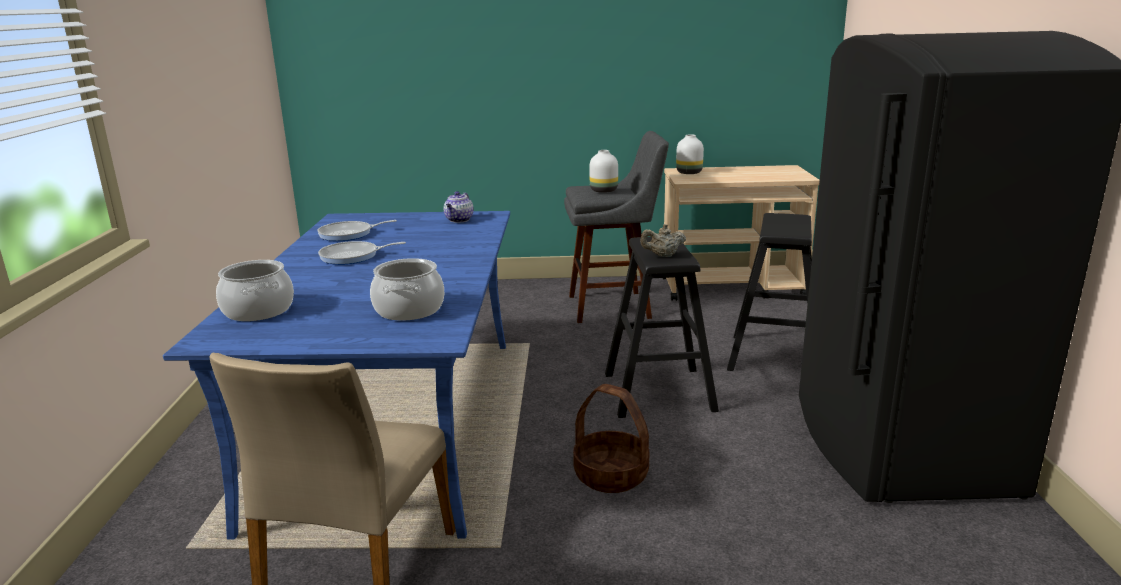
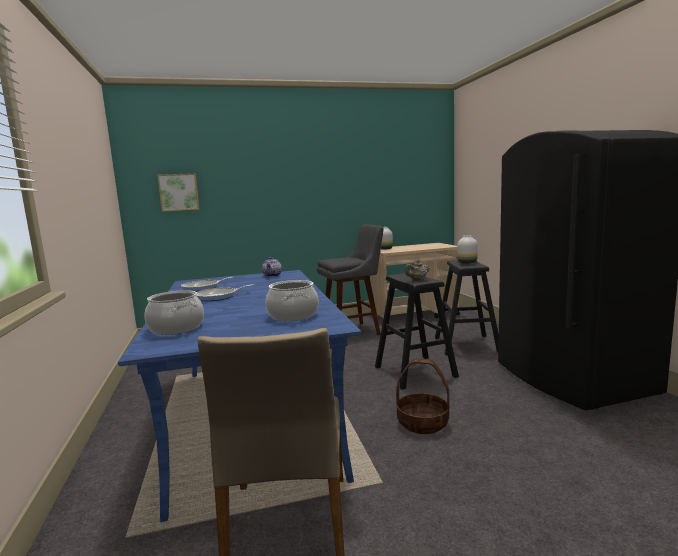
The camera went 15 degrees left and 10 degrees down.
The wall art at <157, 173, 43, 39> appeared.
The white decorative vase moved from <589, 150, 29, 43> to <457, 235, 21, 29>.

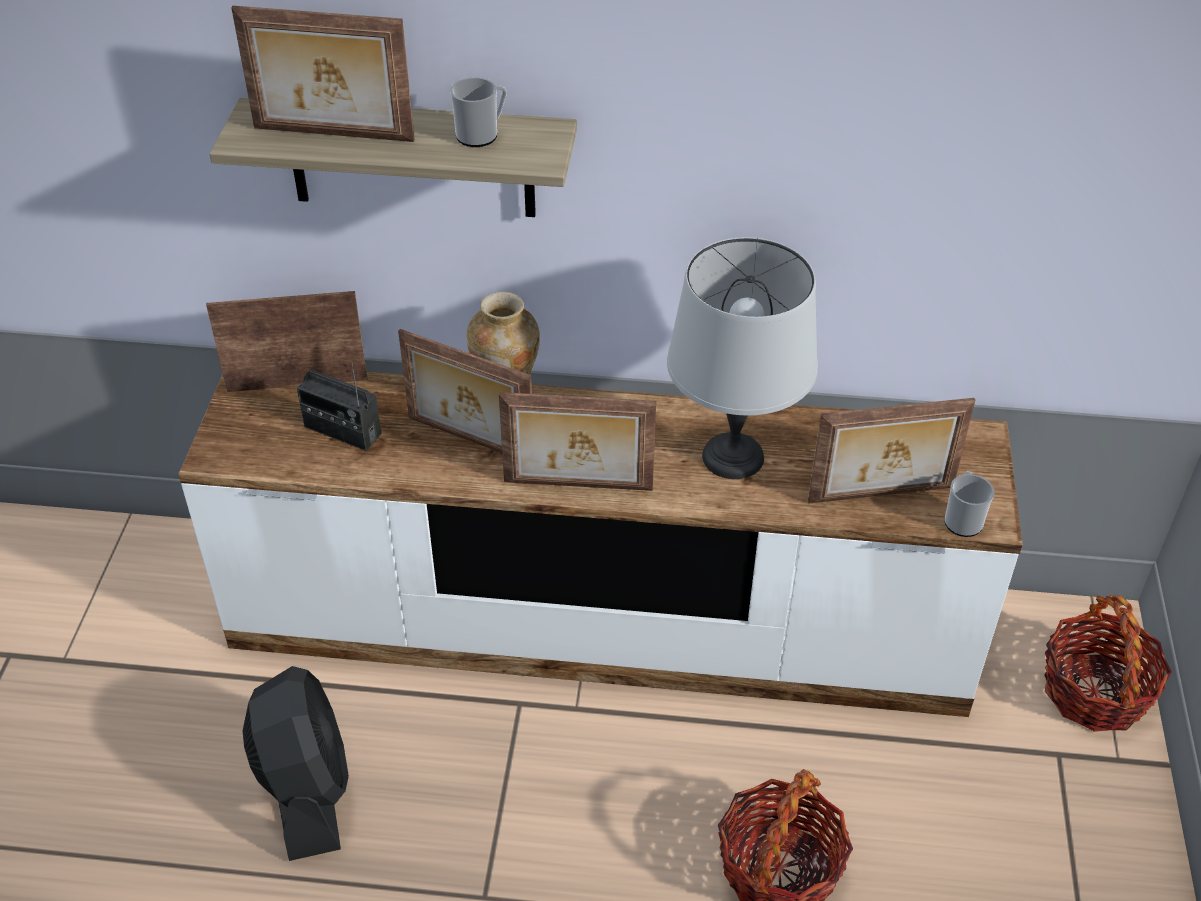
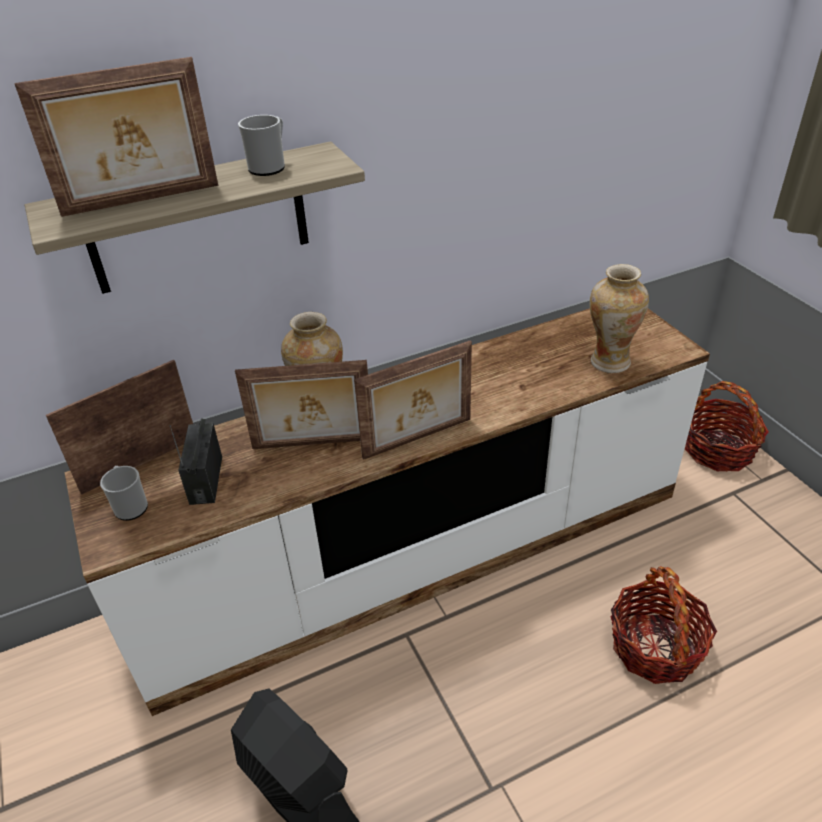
The camera went 30 degrees left and 5 degrees down.
The greyish lamp for a table at <667, 237, 151, 242> disappeared.
The coffee mug moved from <944, 471, 50, 66> to <100, 466, 48, 55>.
The photo frame at <808, 398, 167, 105> was replaced by the decorative vase at <590, 264, 59, 109>.
The radio receiver at <297, 362, 84, 89> turned 90 degrees clockwise.

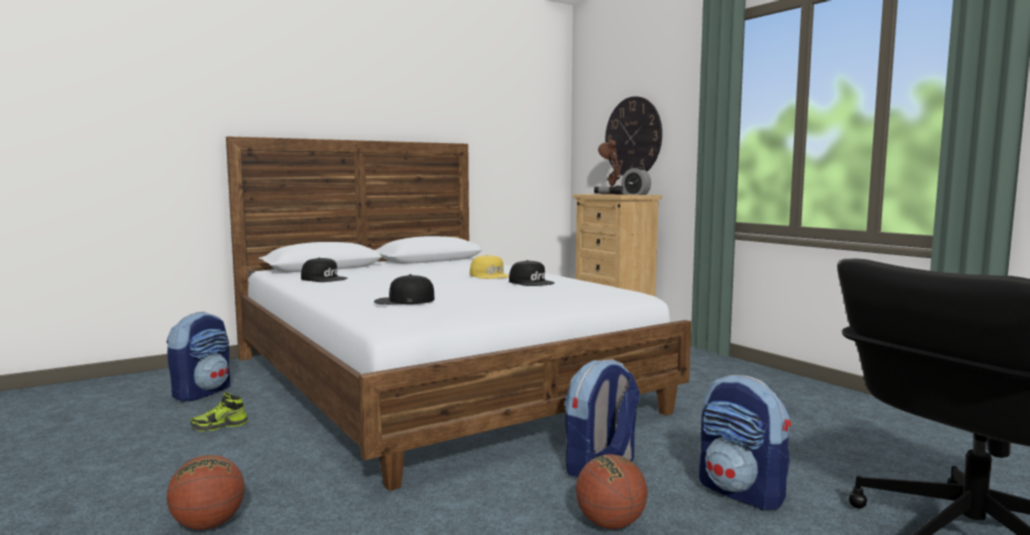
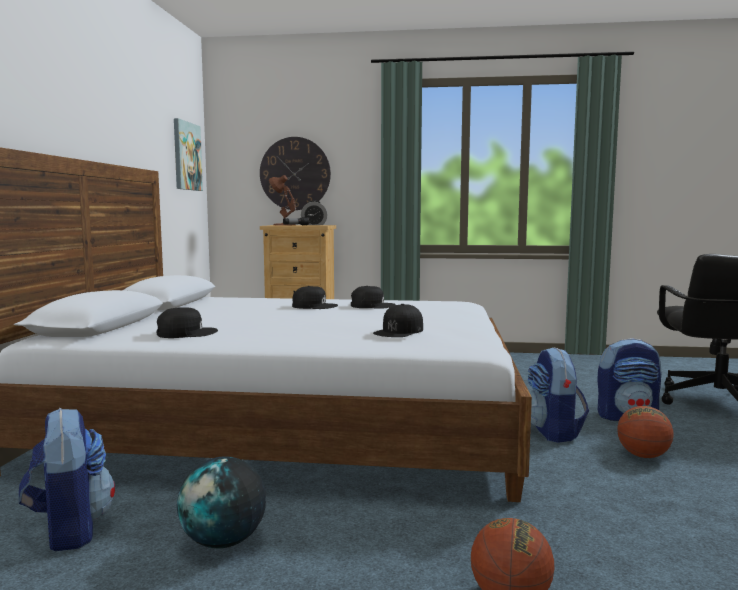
The camera went 50 degrees left and 0 degrees up.
The wall art at <174, 118, 29, 73> appeared.
The low shoe at <190, 393, 58, 38> was replaced by the desk globe at <177, 456, 89, 92>.
The yellow-coloured baseball cap at <470, 255, 39, 24> became the blackish baseball cap at <292, 286, 46, 23>.

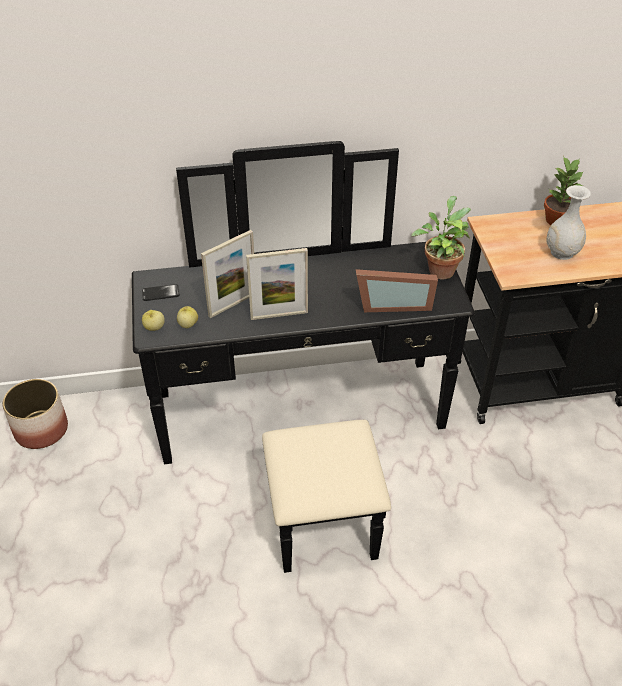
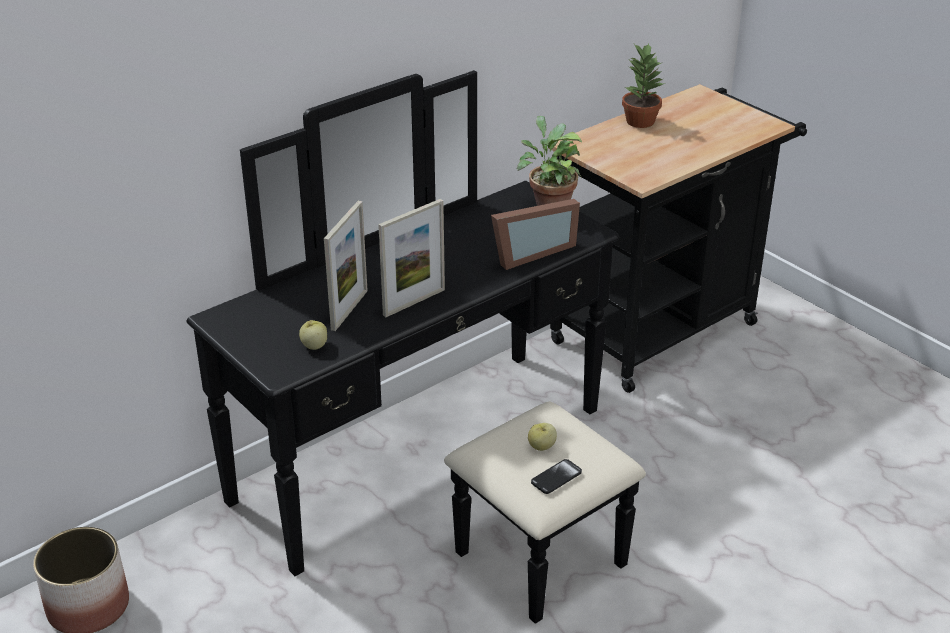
The camera went 30 degrees left and 10 degrees down.
The white decorative vase at <547, 185, 44, 75> disappeared.
The handset moved from <142, 284, 38, 17> to <531, 459, 51, 35>.
The apple fruit moved from <142, 310, 23, 21> to <528, 423, 29, 28>.

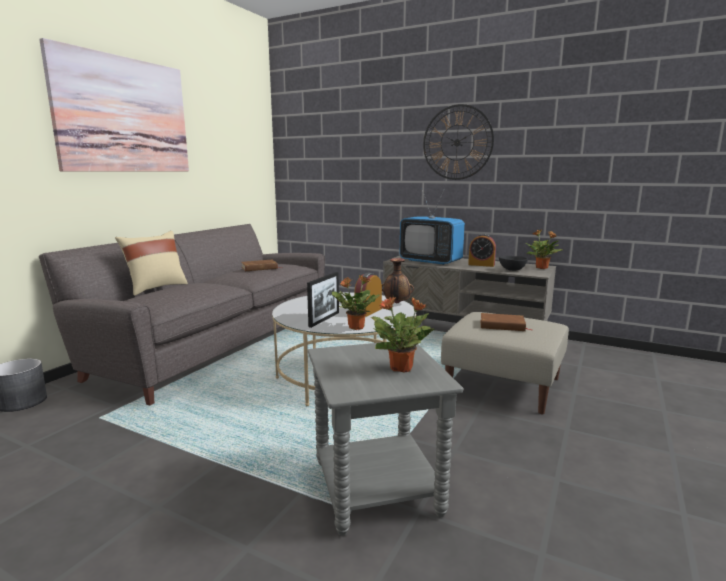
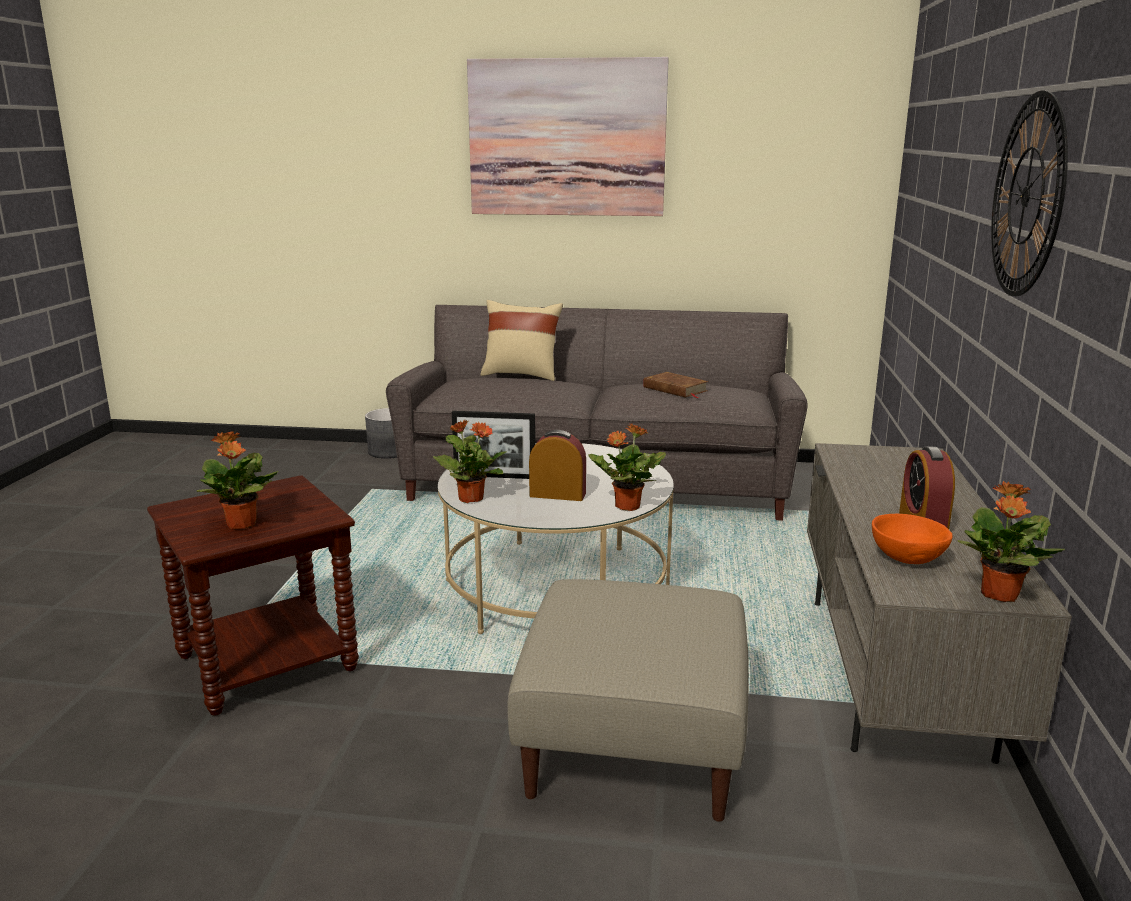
The camera went 70 degrees right and 5 degrees up.
The TV at <400, 188, 65, 77> disappeared.
The brown-coloured book at <480, 313, 52, 18> disappeared.
The decorative vase at <382, 258, 32, 45> was replaced by the potted plant at <588, 424, 78, 87>.
The greyish side table at <308, 342, 155, 194> became the brown-coloured side table at <147, 475, 212, 241>.
The blackish deep dish at <499, 256, 29, 15> became the orange deep dish at <872, 514, 81, 50>.

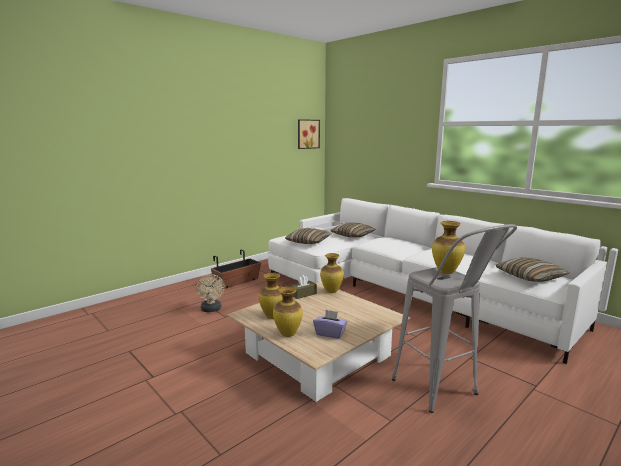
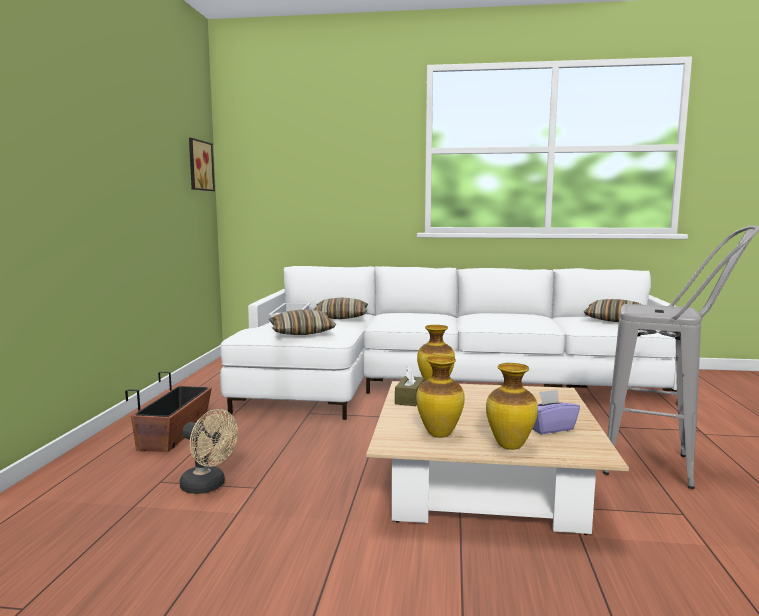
The camera went 40 degrees left and 5 degrees down.
The decorative vase at <432, 221, 33, 53> disappeared.

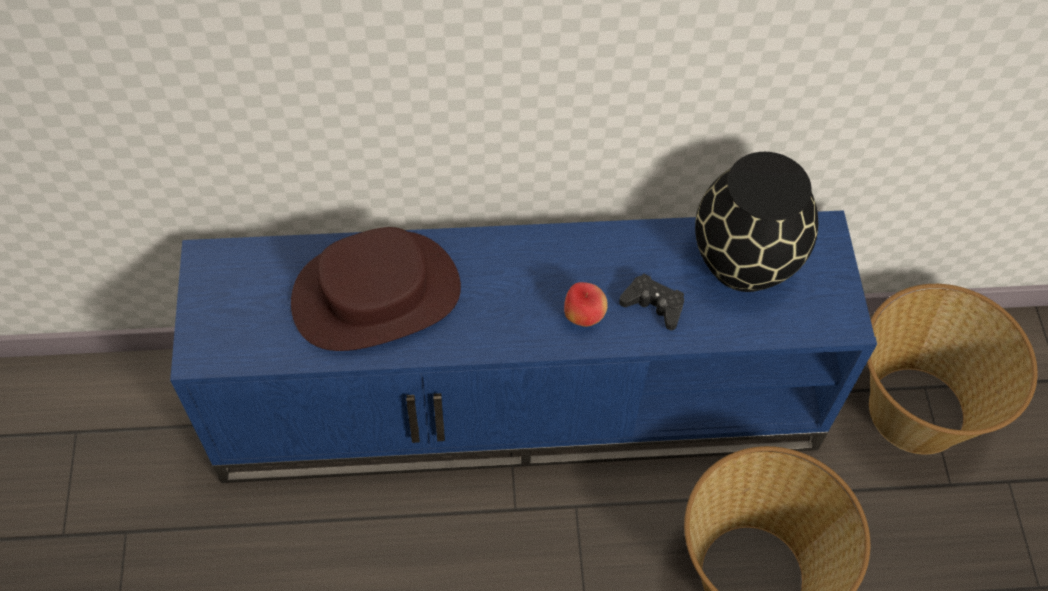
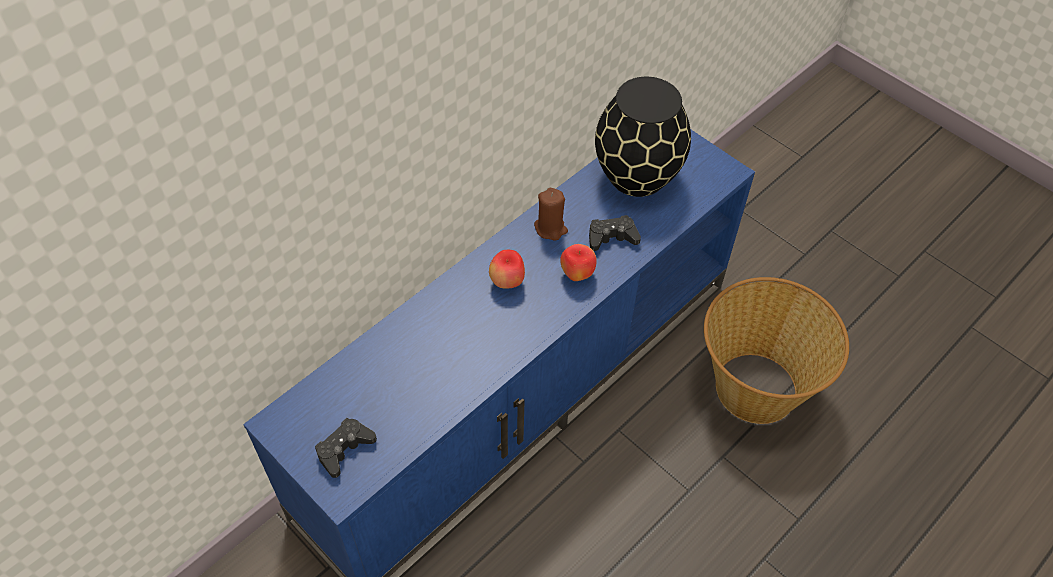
The camera went 40 degrees left and 5 degrees down.
The brown-coloured hat at <291, 227, 170, 124> disappeared.
The household basket at <867, 284, 171, 171> disappeared.
The blackish joypad at <315, 418, 62, 60> appeared.
The apple fruit at <489, 250, 36, 38> appeared.
The brown-coloured candle at <534, 188, 34, 52> appeared.

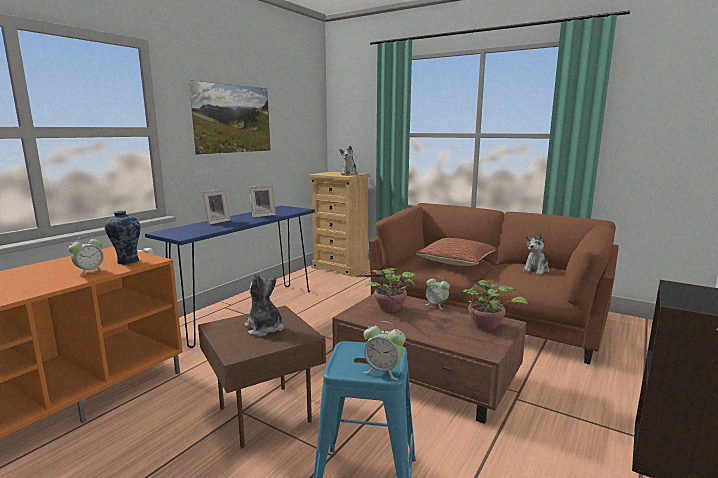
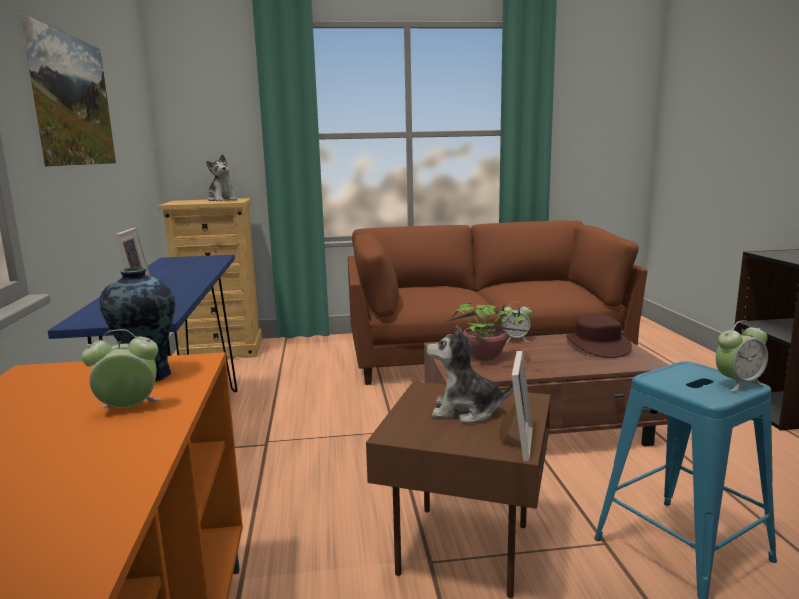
The camera went 40 degrees left and 0 degrees up.
The cushion at <415, 238, 82, 28> disappeared.
The soft toy at <523, 233, 27, 42> disappeared.
The photo frame moved from <249, 185, 27, 32> to <499, 351, 34, 110>.
The potted plant at <434, 278, 94, 52> was replaced by the brown-coloured hat at <566, 313, 66, 45>.
The table clock at <68, 236, 38, 40> turned 105 degrees counterclockwise.

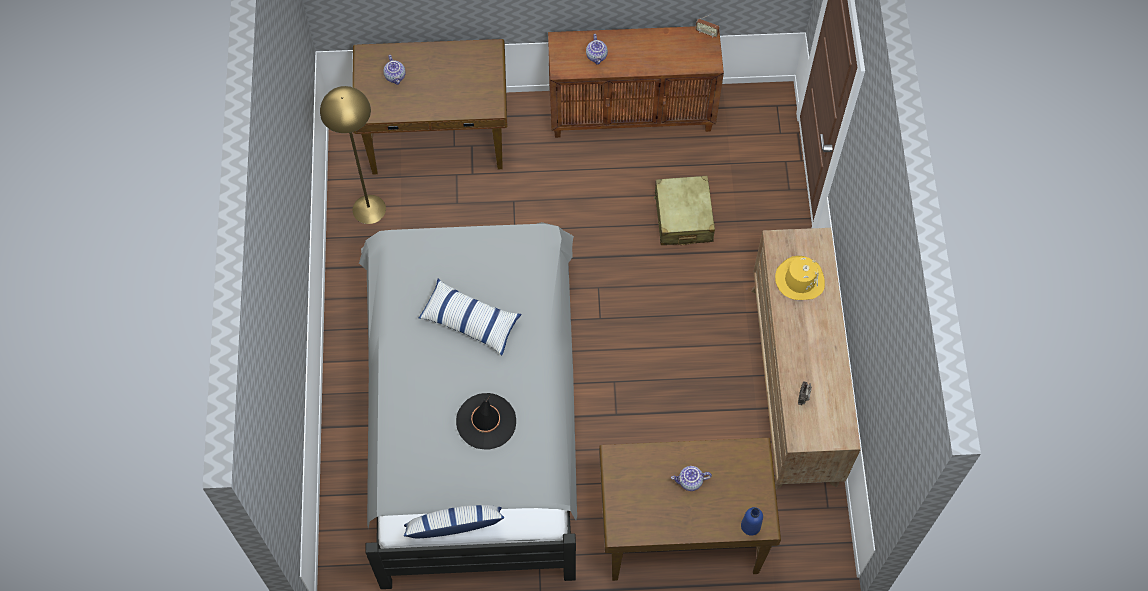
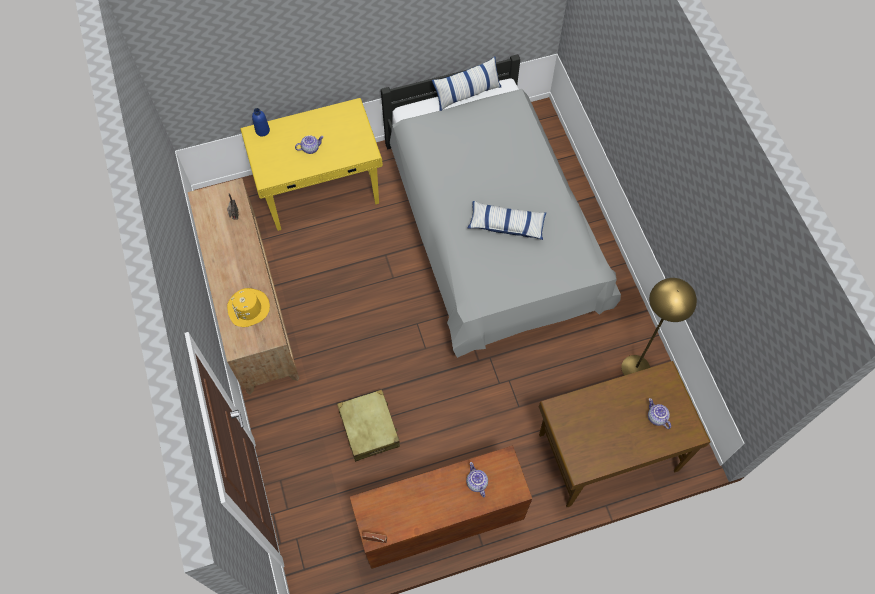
The camera went 165 degrees right and 0 degrees up.
The blackish hat at <456, 393, 60, 57> disappeared.
The brown-coloured desk at <599, 438, 182, 143> became the yellow-coloured desk at <240, 98, 143, 133>.

